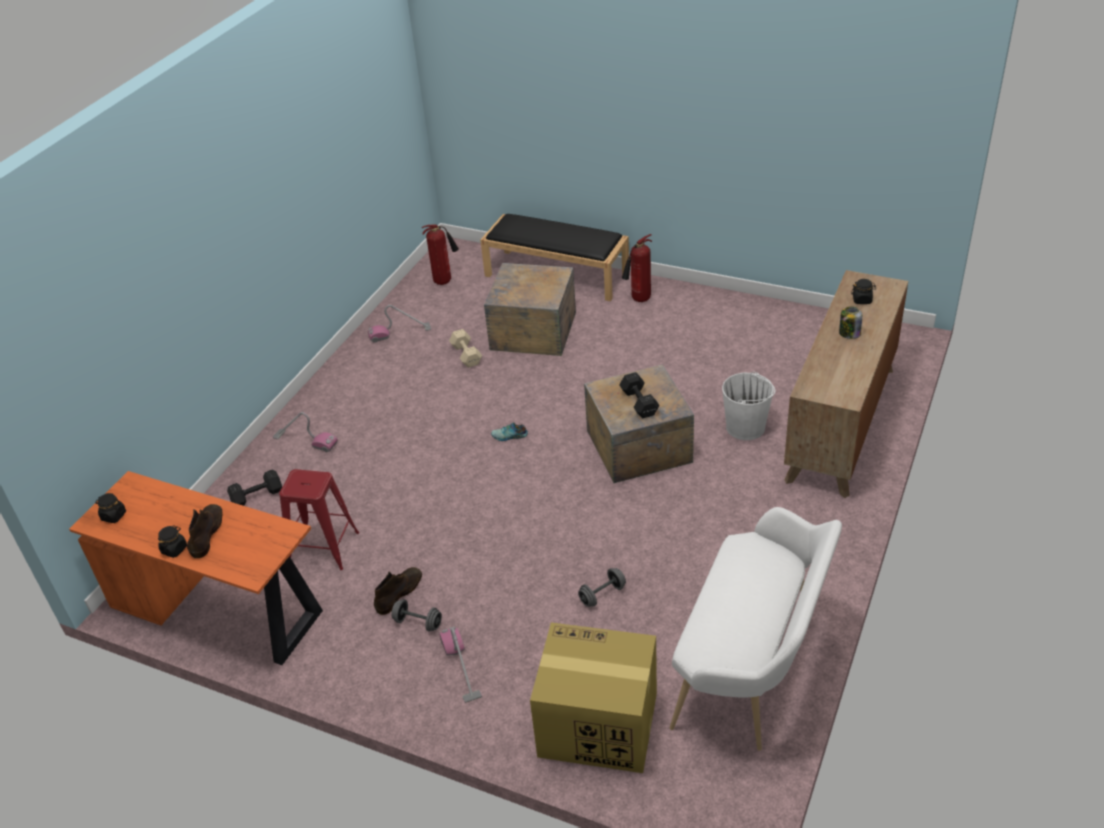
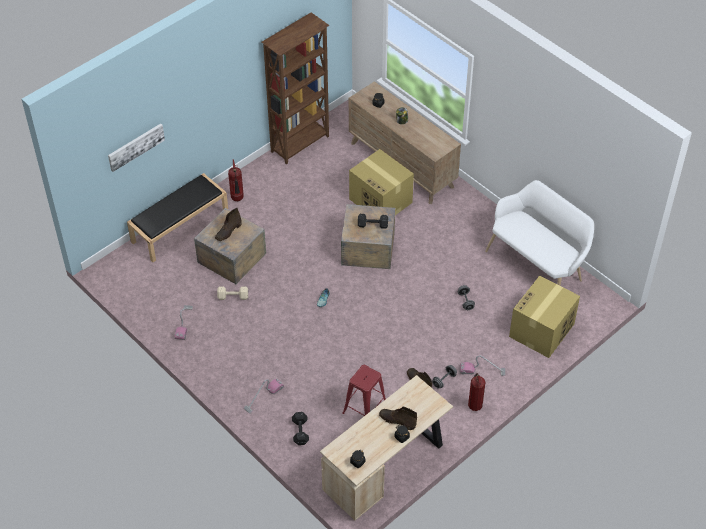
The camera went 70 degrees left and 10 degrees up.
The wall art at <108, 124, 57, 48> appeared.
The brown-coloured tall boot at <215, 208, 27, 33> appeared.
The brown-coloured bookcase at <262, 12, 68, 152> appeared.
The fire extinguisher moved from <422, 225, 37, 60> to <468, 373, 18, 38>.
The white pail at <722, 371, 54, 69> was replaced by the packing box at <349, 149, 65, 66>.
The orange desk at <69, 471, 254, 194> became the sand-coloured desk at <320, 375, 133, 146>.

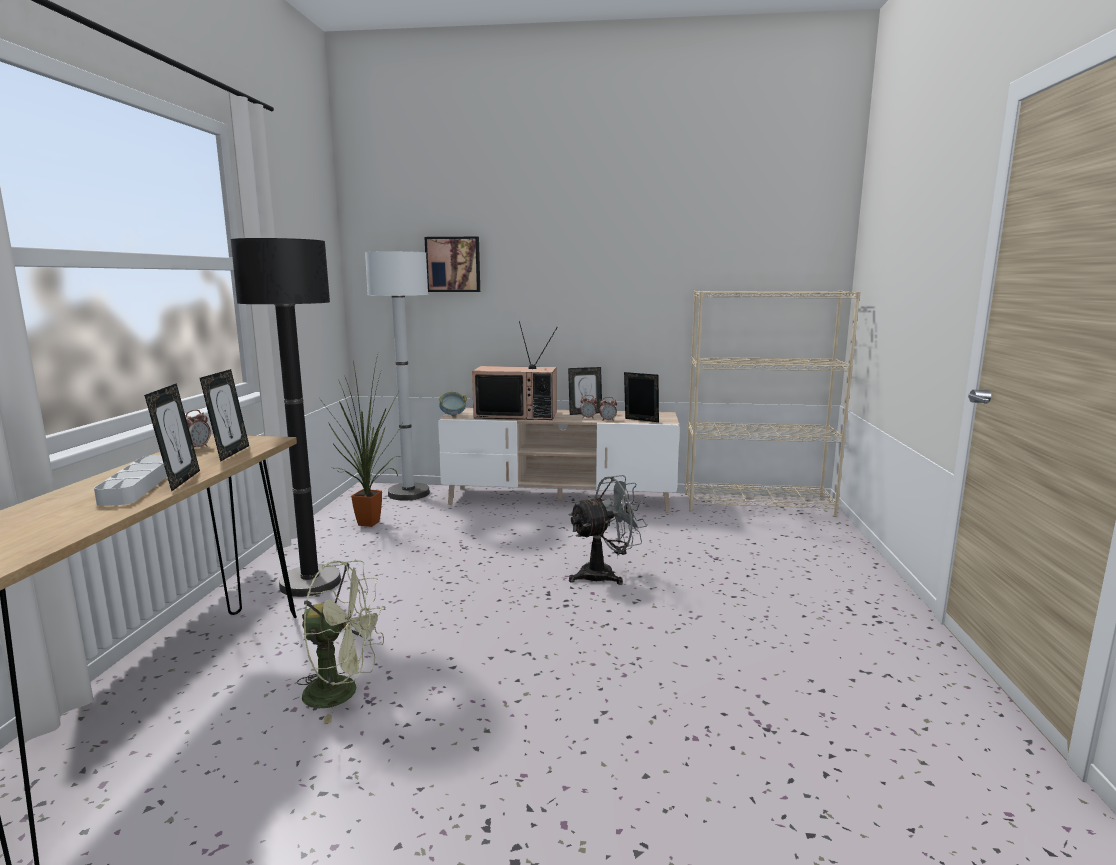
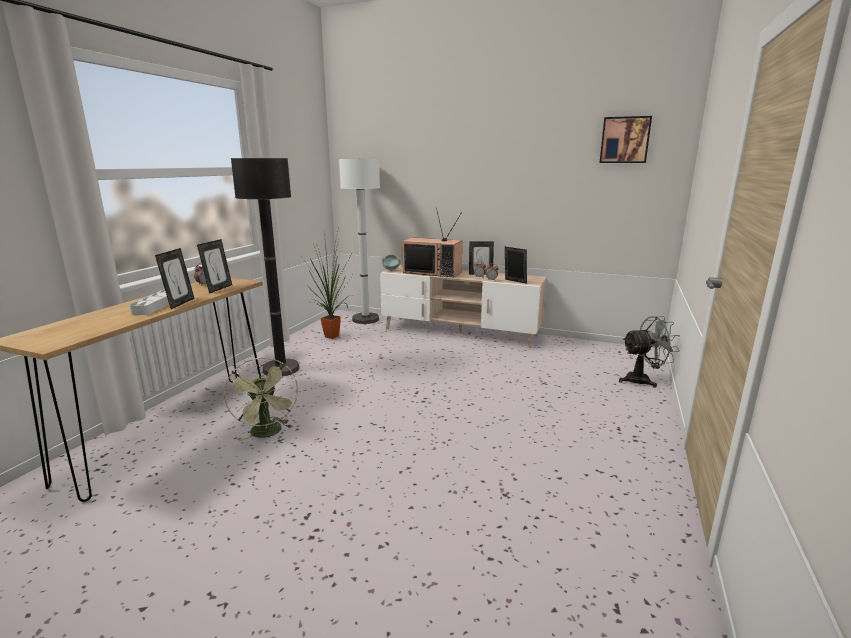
The camera went 15 degrees right and 5 degrees up.
The sand-coloured bookcase at <685, 290, 175, 227> disappeared.
The wall art moved from <424, 237, 56, 55> to <600, 116, 52, 47>.
The greyish electric fan moved from <569, 475, 78, 110> to <619, 316, 61, 72>.
The greenish electric fan at <297, 560, 88, 164> turned 45 degrees clockwise.

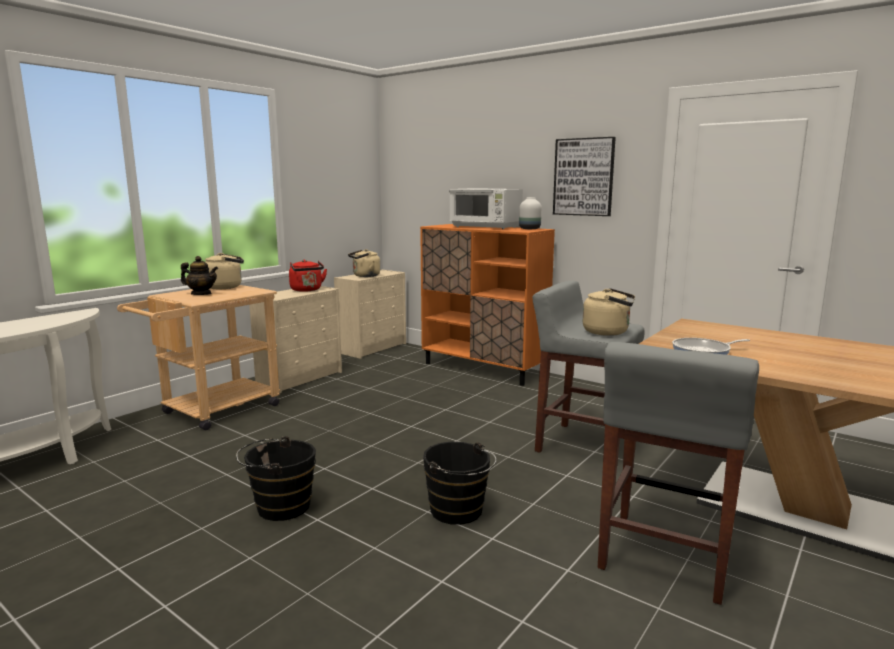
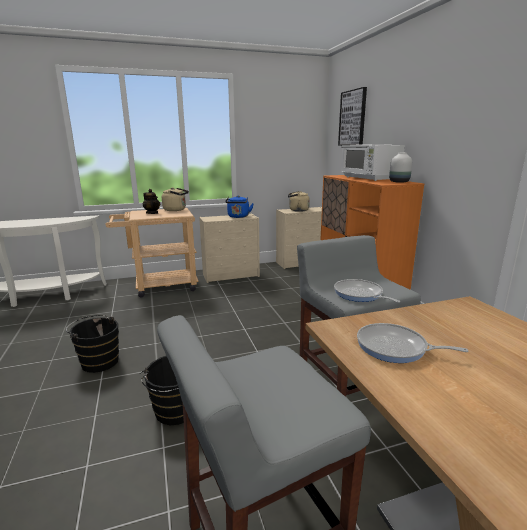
The camera went 35 degrees right and 5 degrees up.
The wall art moved from <553, 137, 63, 79> to <338, 87, 29, 58>.
The sand-coloured kettle at <583, 288, 52, 48> was replaced by the pan at <334, 279, 67, 24>.
The red-coloured kettle at <289, 259, 38, 33> became the blue-coloured kettle at <225, 196, 29, 22>.

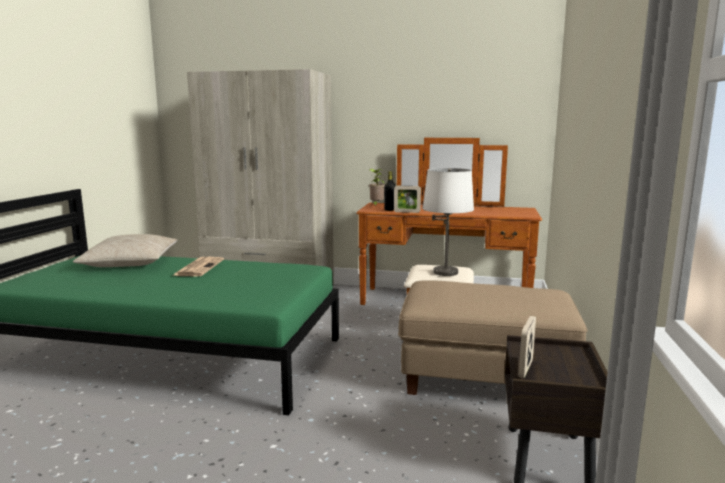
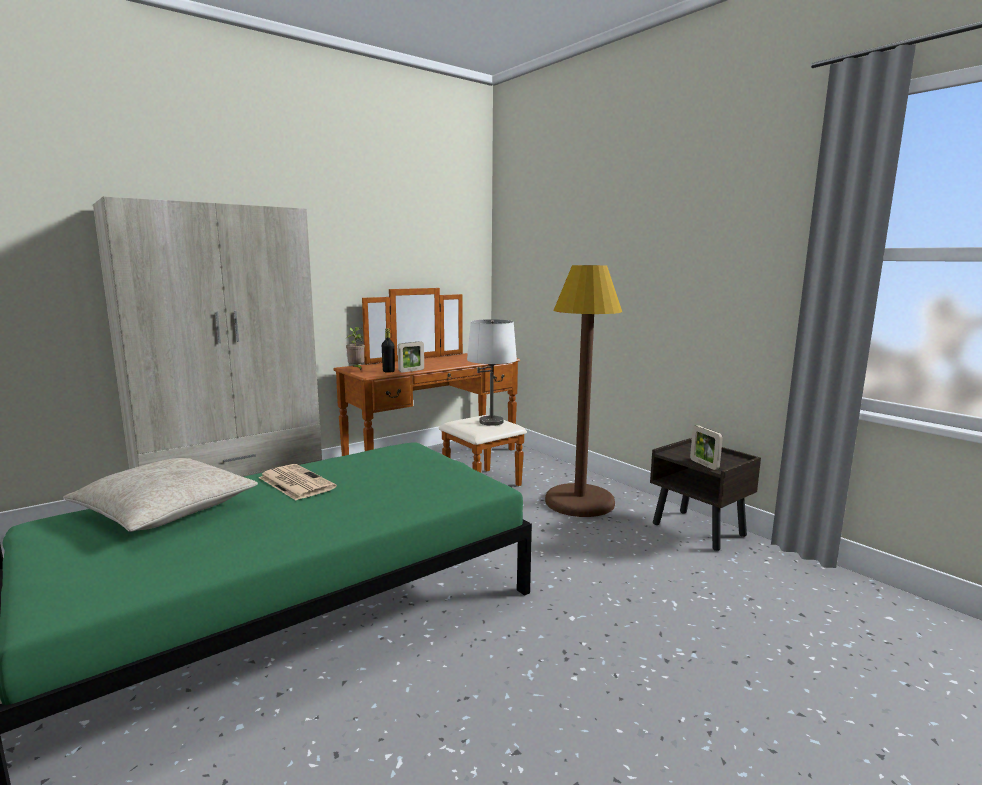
The camera went 50 degrees left and 0 degrees up.
The sand-coloured ottoman at <398, 280, 190, 115> was replaced by the brown-coloured standing lamp at <545, 265, 77, 252>.

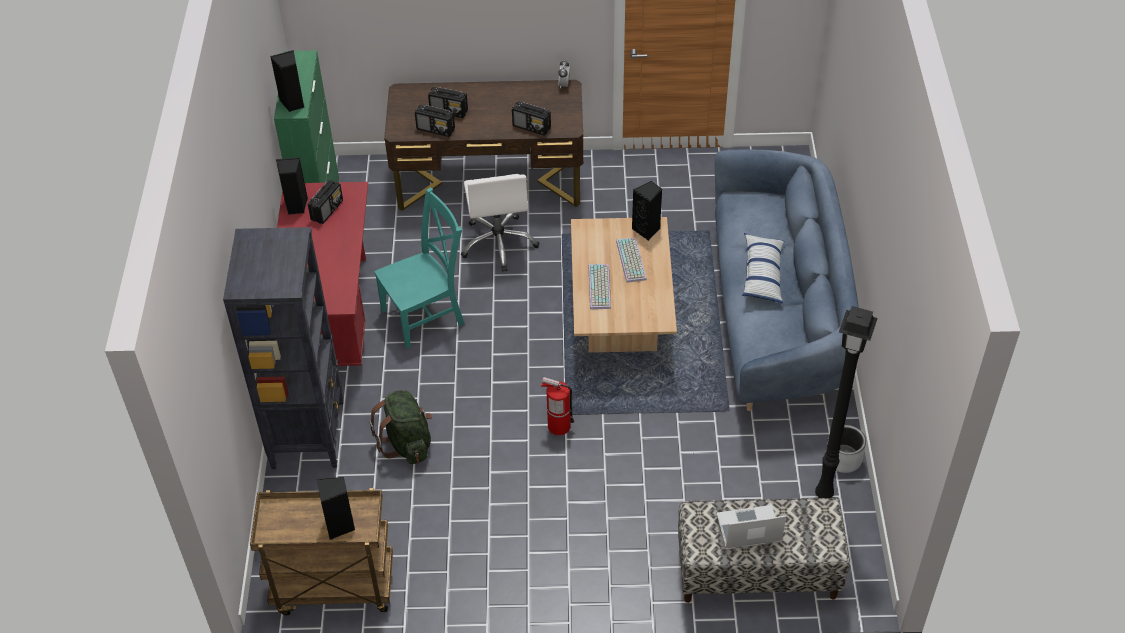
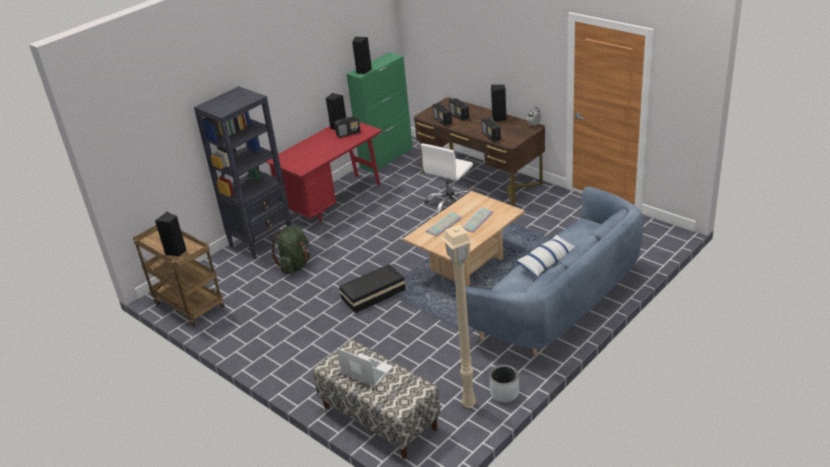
The camera went 45 degrees right and 15 degrees down.
The turquoise chair at <374, 187, 91, 162> disappeared.
The blackish speaker moved from <632, 181, 30, 60> to <491, 85, 15, 37>.
The fire extinguisher at <541, 377, 33, 58> was replaced by the blackish storage box at <339, 264, 66, 49>.
The blackish standing lamp at <815, 306, 63, 192> became the sand-coloured standing lamp at <441, 225, 35, 183>.

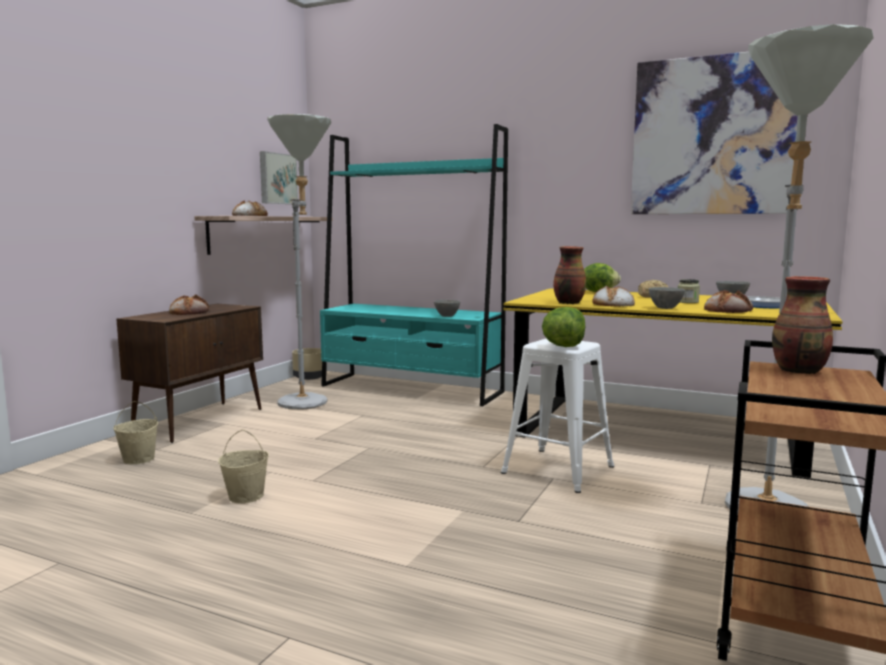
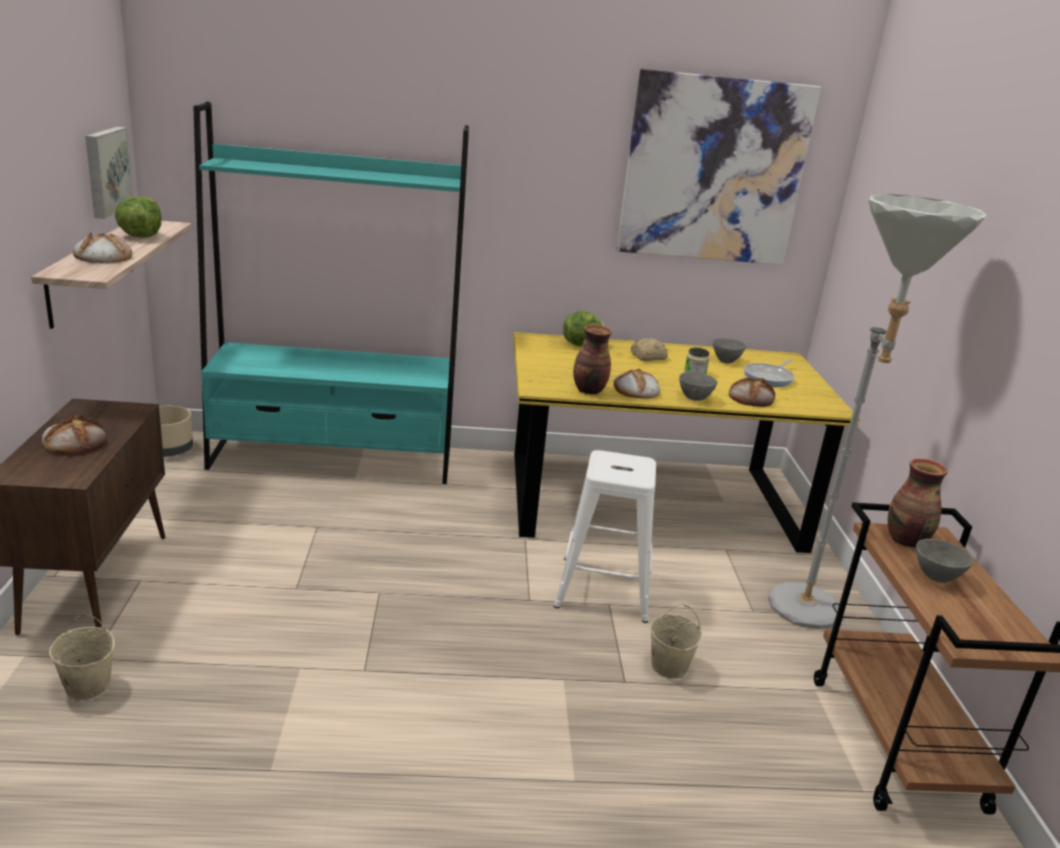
The camera went 30 degrees left and 15 degrees up.
The greyish standing lamp at <267, 114, 64, 296> disappeared.
The sand-coloured pail moved from <218, 429, 51, 75> to <650, 604, 52, 75>.
The greyish deep dish moved from <434, 300, 26, 17> to <916, 539, 58, 44>.
The lettuce moved from <542, 307, 43, 40> to <115, 197, 46, 41>.

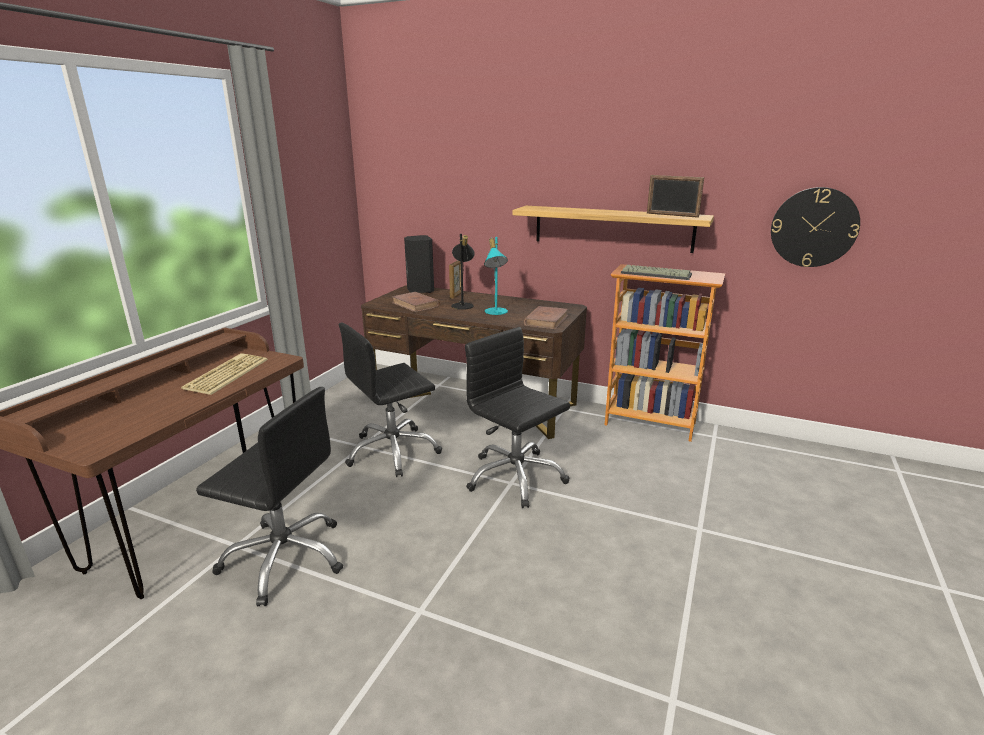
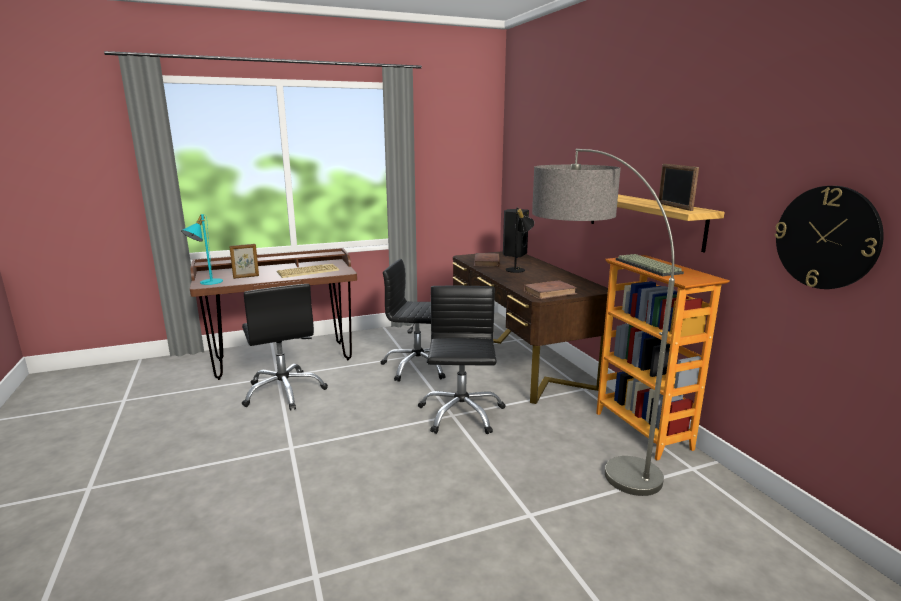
The camera went 45 degrees right and 5 degrees down.
The standing lamp at <532, 149, 143, 347> appeared.
The photo frame moved from <449, 260, 12, 39> to <229, 244, 30, 35>.
The turquoise lamp for a table moved from <484, 237, 24, 78> to <181, 214, 42, 71>.

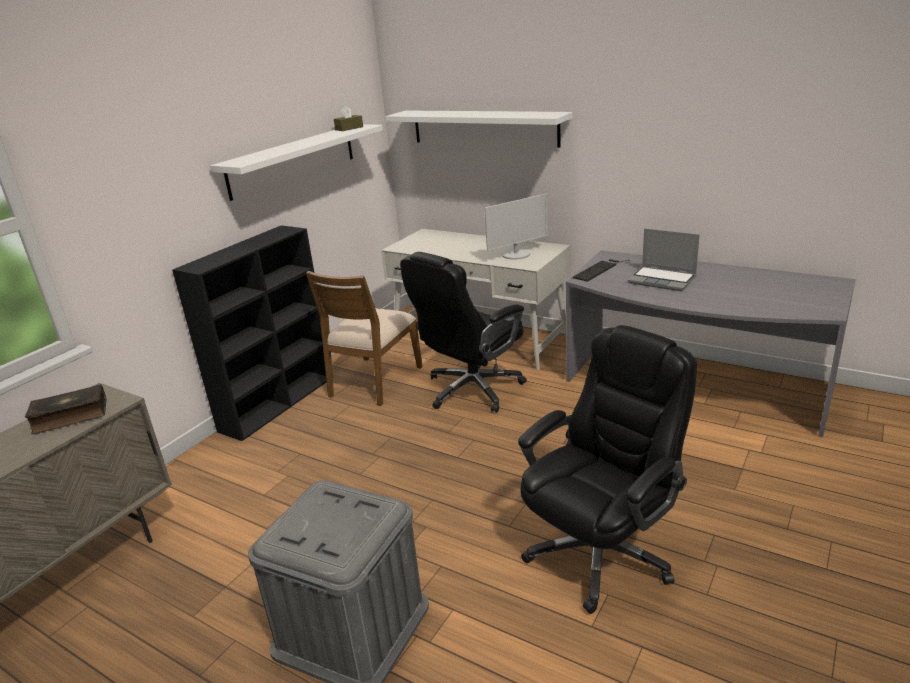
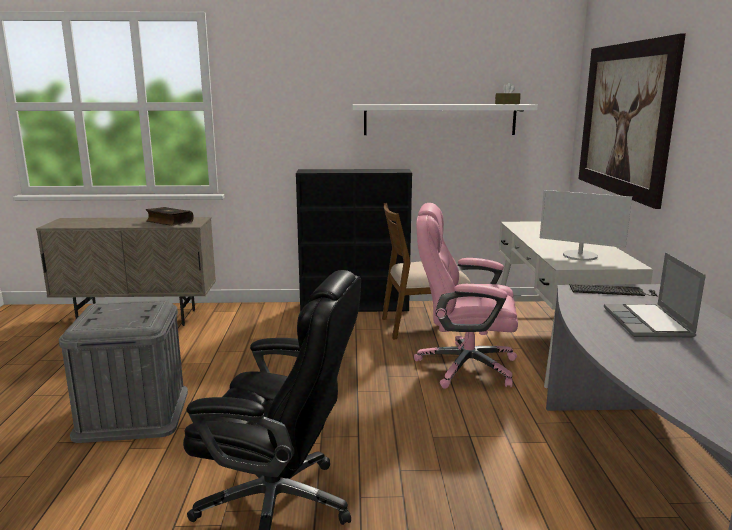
The camera went 55 degrees right and 10 degrees down.
The white shelf at <385, 110, 187, 38> was replaced by the wall art at <578, 34, 108, 175>.
The blackish computer chair at <400, 252, 127, 160> became the pink computer chair at <414, 203, 104, 186>.

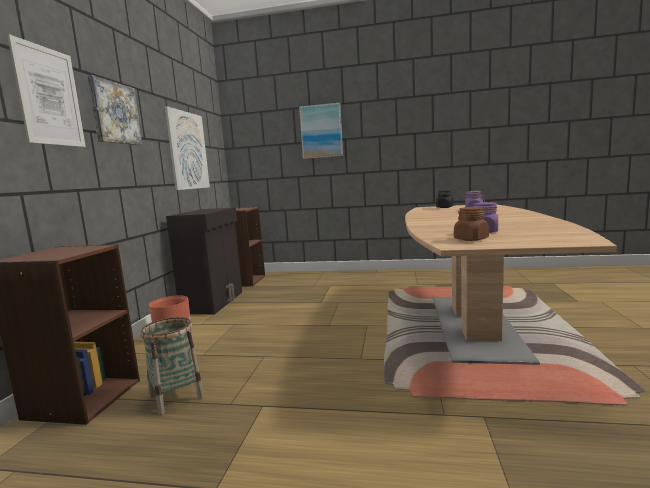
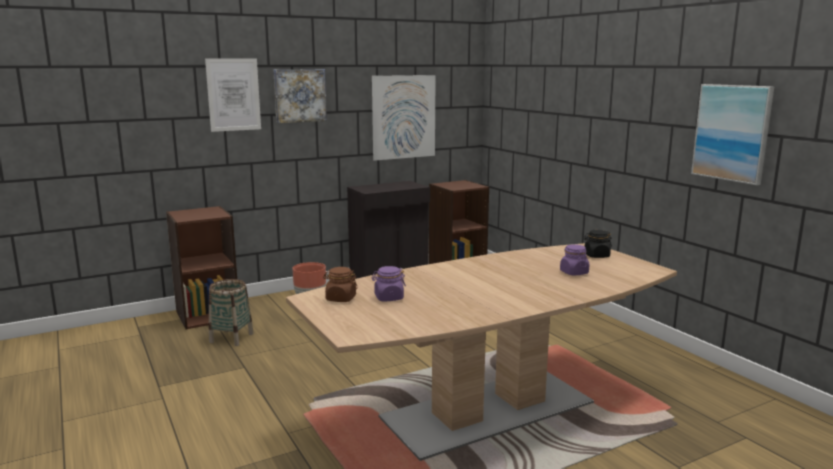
The camera went 50 degrees right and 5 degrees up.
The wall art moved from <299, 103, 44, 56> to <691, 84, 83, 101>.

